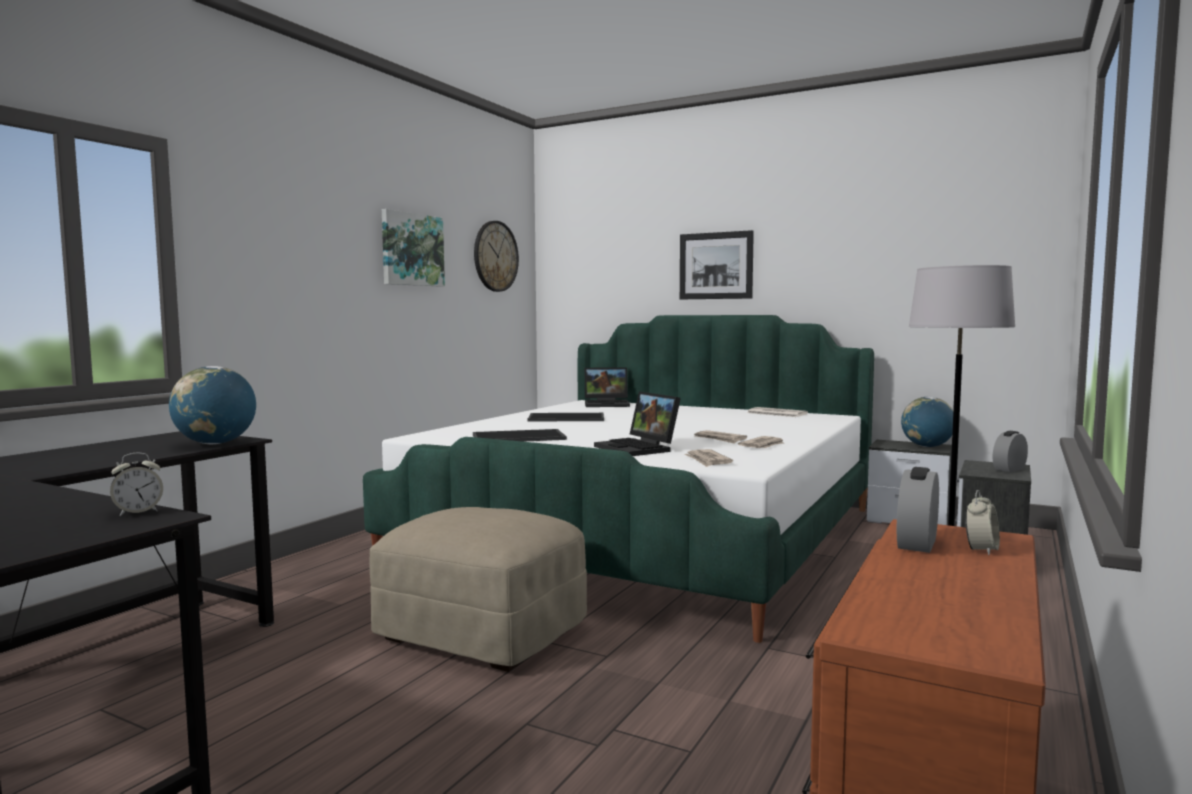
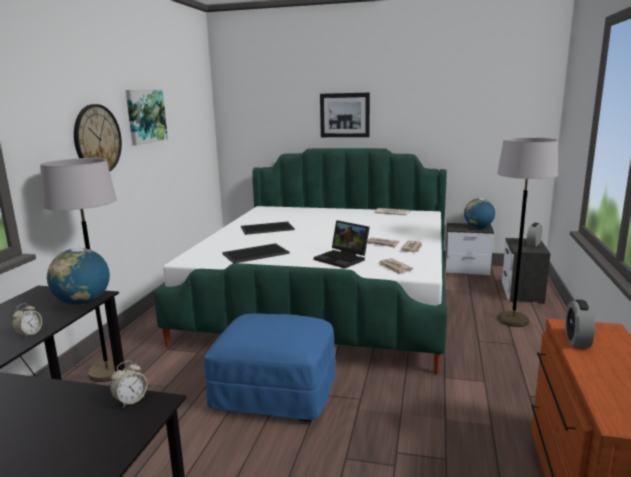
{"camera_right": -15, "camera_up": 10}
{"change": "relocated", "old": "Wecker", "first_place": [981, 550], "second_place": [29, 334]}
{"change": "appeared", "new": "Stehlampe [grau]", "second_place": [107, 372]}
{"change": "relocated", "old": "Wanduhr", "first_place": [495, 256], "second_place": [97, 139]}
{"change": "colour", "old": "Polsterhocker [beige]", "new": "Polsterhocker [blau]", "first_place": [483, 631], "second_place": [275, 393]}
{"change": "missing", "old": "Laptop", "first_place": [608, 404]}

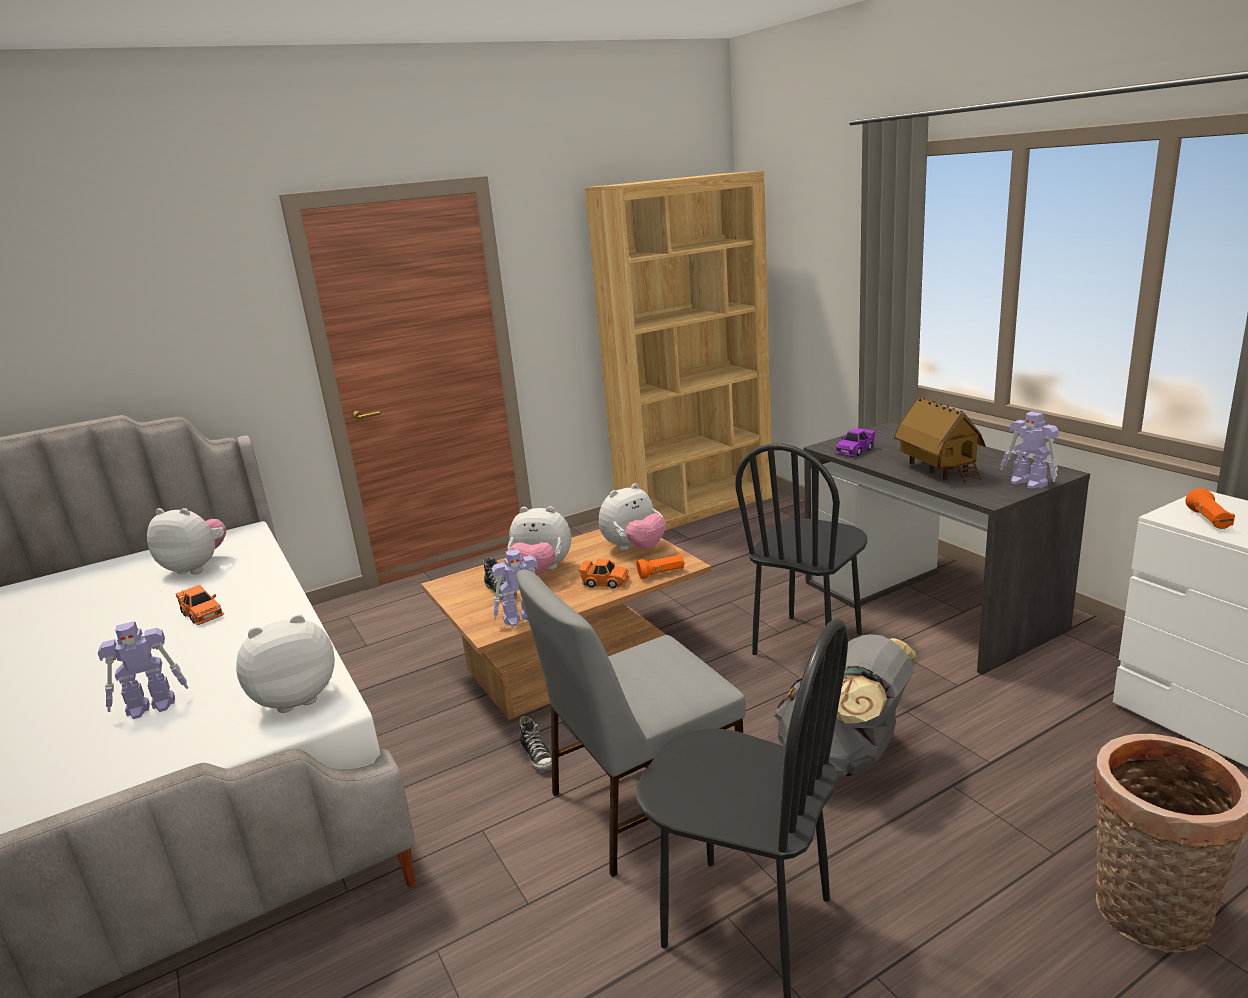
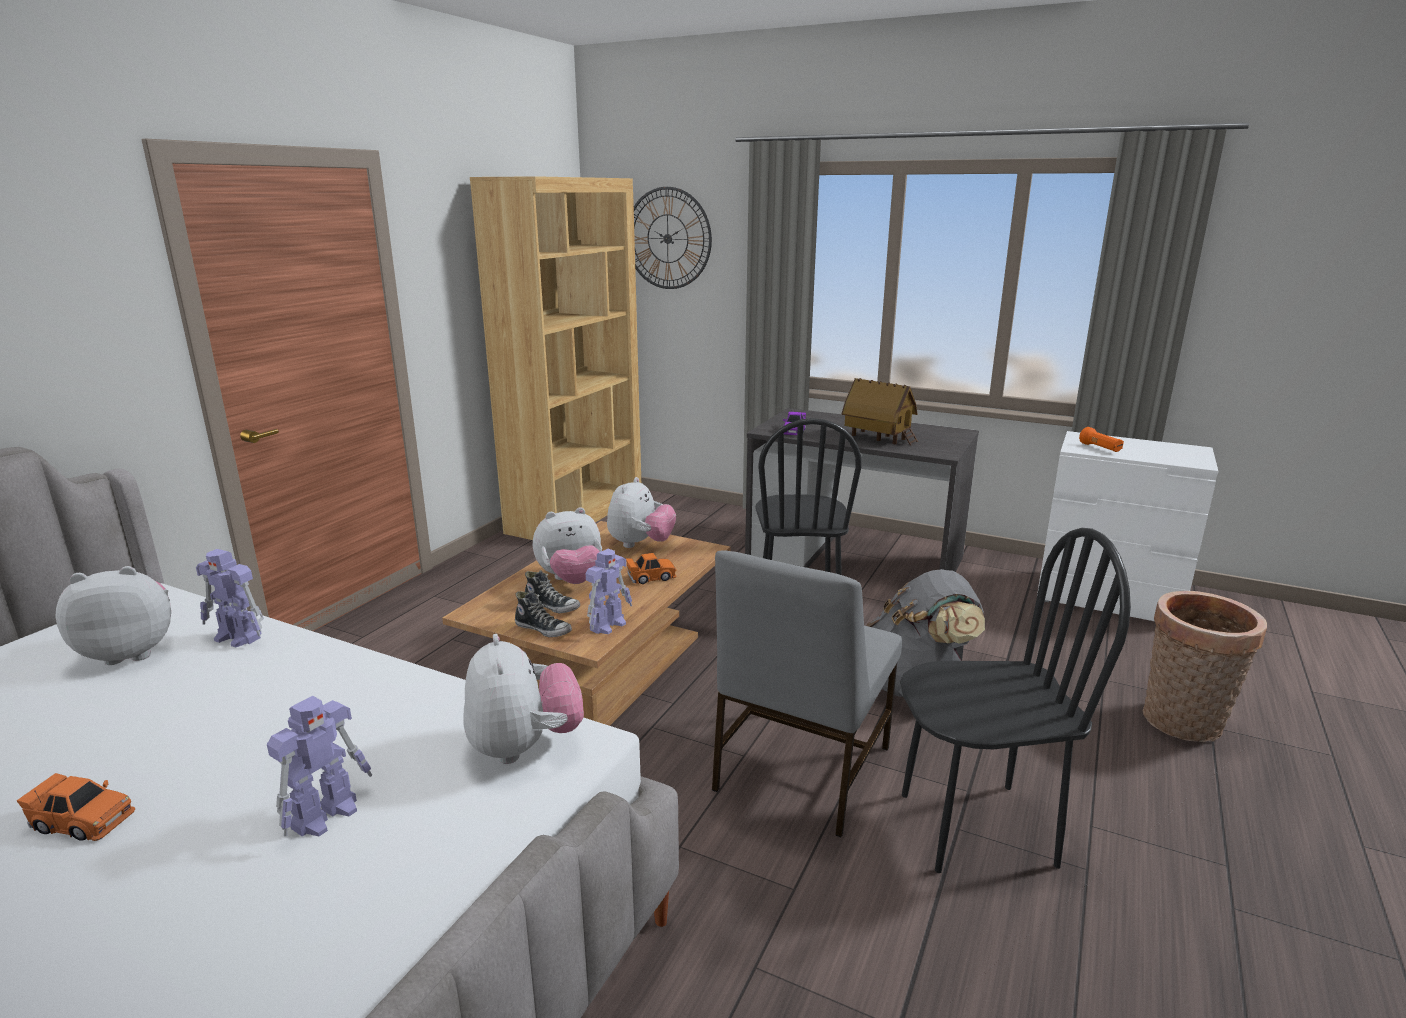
{"camera_right": -35, "camera_up": 0}
{"change": "relocated", "old": "Spielzeugauto [orange]", "first_place": [202, 614], "second_place": [83, 821]}
{"change": "relocated", "old": "Spielzeugroboter", "first_place": [1029, 483], "second_place": [239, 637]}
{"change": "spun", "old": "Plüschtier", "first_place": [295, 698], "second_place": [524, 746], "degrees": 135}
{"change": "relocated", "old": "Schuh", "first_place": [538, 757], "second_place": [543, 629]}
{"change": "appeared", "new": "Wanduhr", "second_place": [667, 238]}
{"change": "missing", "old": "Taschenlampe [orange]", "first_place": [661, 573]}

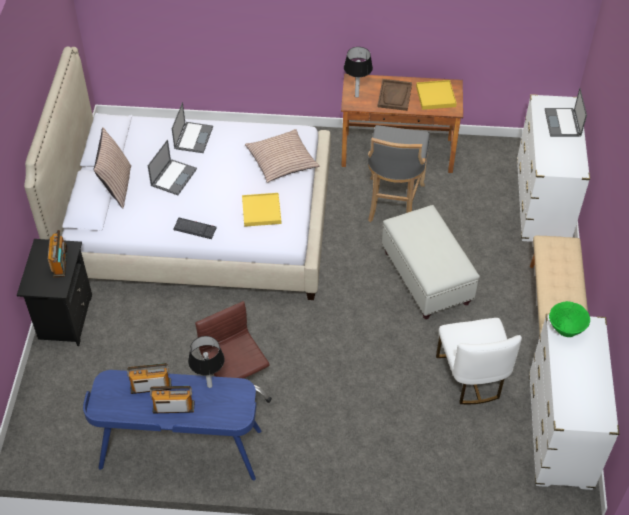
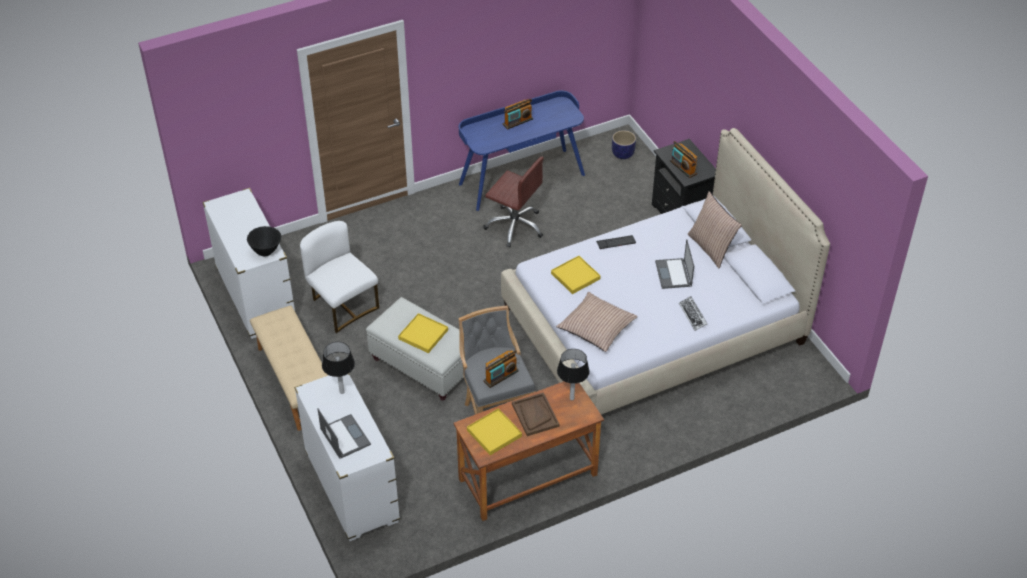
{"camera_right": 150, "camera_up": -5}
{"change": "colour", "old": "Schüssel [grün]", "new": "Schüssel [schwarz]", "first_place": [565, 330], "second_place": [266, 251]}
{"change": "relocated", "old": "Tischlampe", "first_place": [209, 386], "second_place": [342, 391]}
{"change": "appeared", "new": "Tablett [gelb]", "second_place": [423, 334]}
{"change": "relocated", "old": "Radio", "first_place": [151, 386], "second_place": [501, 376]}
{"change": "appeared", "new": "Pflanzkübel", "second_place": [623, 154]}
{"change": "exchanged", "old": "Laptop", "new": "Tastatur", "first_place": [193, 137], "second_place": [693, 315]}

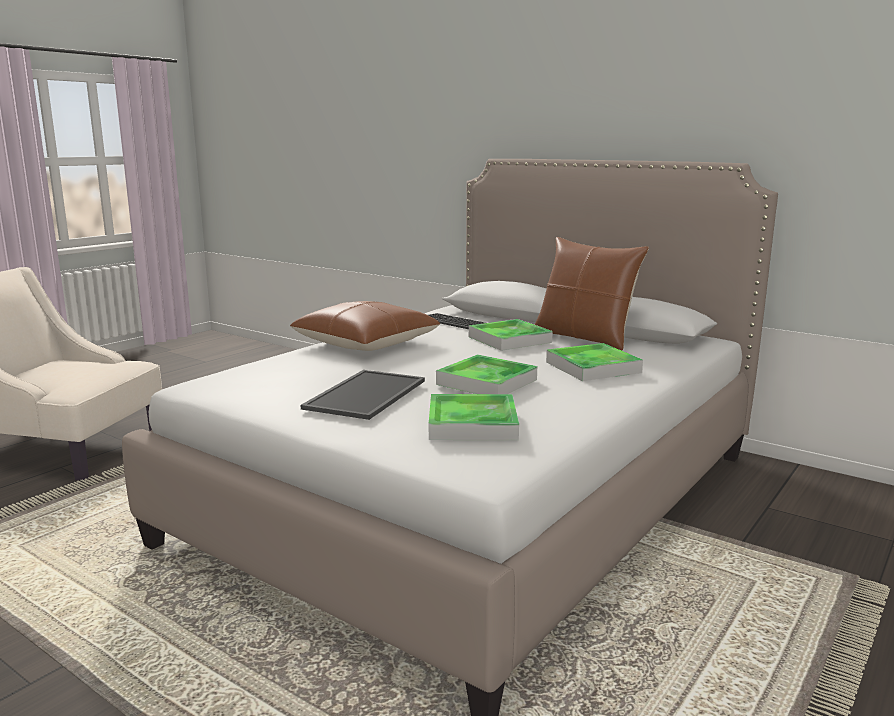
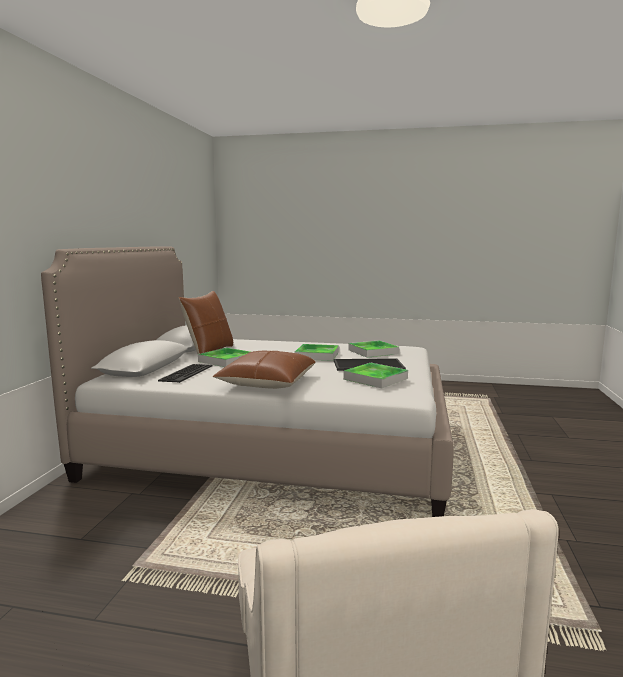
{"camera_right": -115, "camera_up": -5}
{"change": "relocated", "old": "Tablett", "first_place": [593, 367], "second_place": [375, 379]}

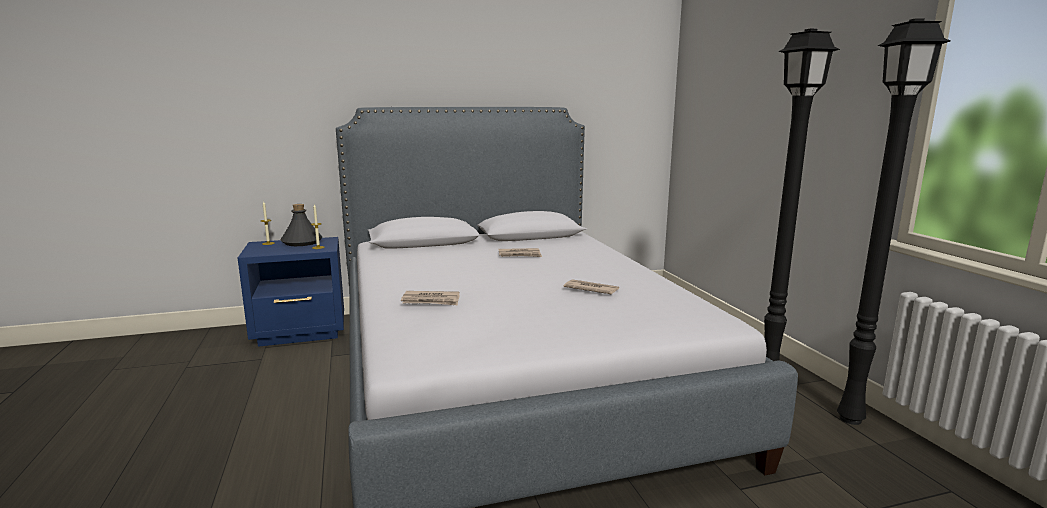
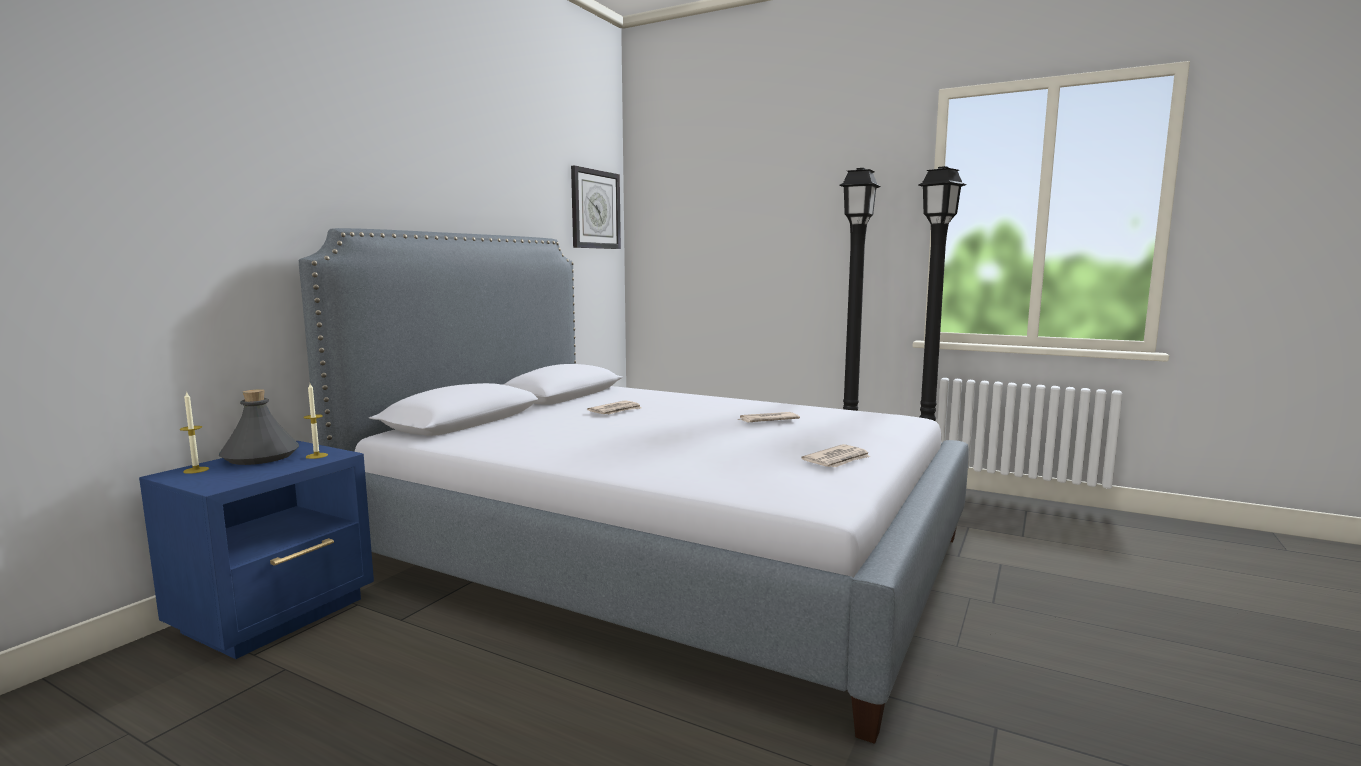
{"camera_right": -45, "camera_up": -5}
{"change": "appeared", "new": "Wanduhr", "second_place": [595, 209]}
{"change": "relocated", "old": "Zeitung", "first_place": [431, 301], "second_place": [838, 460]}

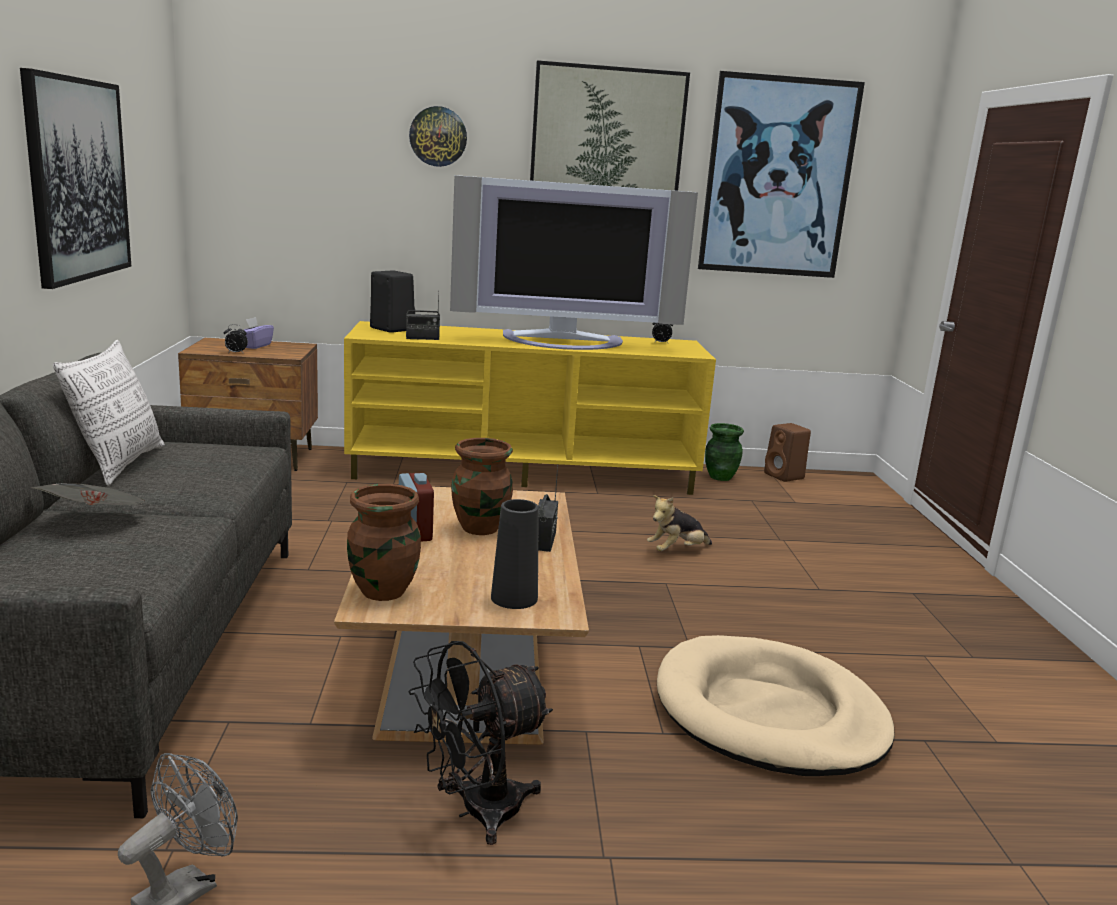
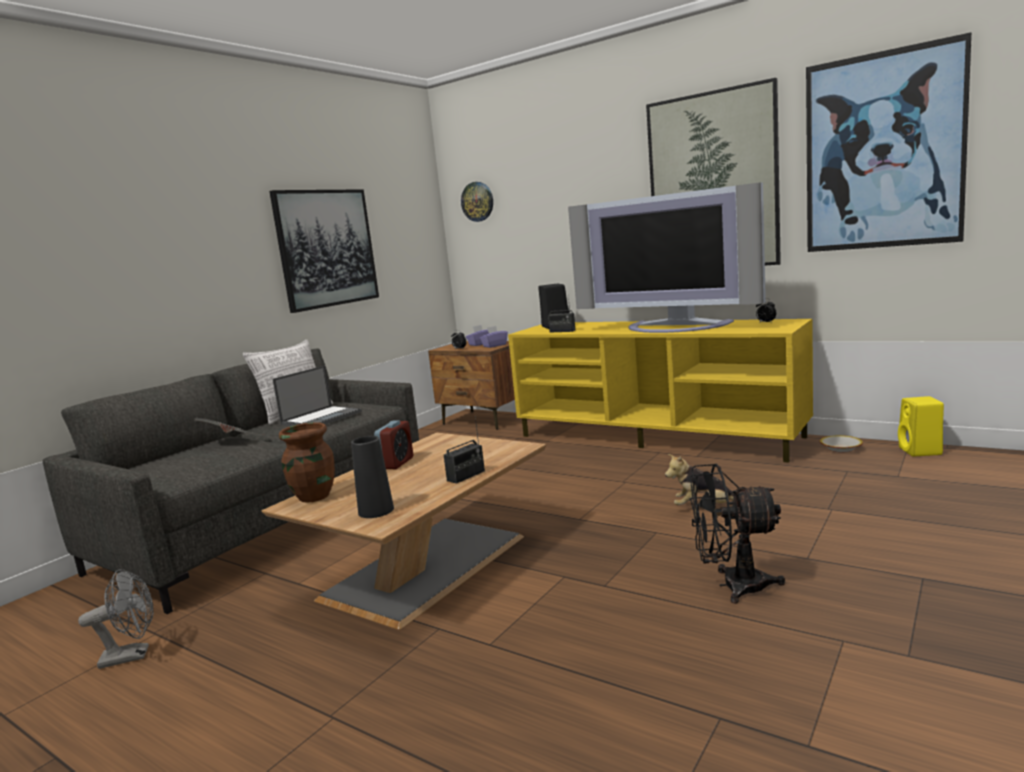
{"camera_right": 40, "camera_up": -5}
{"change": "appeared", "new": "Laptop", "second_place": [322, 418]}
{"change": "relocated", "old": "Wanduhr", "first_place": [438, 136], "second_place": [477, 201]}
{"change": "appeared", "new": "Taschentuchbox [lila]", "second_place": [494, 345]}
{"change": "relocated", "old": "Ventilator [schwarz]", "first_place": [476, 811], "second_place": [732, 585]}
{"change": "exchanged", "old": "Vase [grün]", "new": "Schüssel", "first_place": [720, 477], "second_place": [841, 449]}
{"change": "colour", "old": "Lautsprecher [braun]", "new": "Lautsprecher [gelb]", "first_place": [785, 476], "second_place": [921, 451]}
{"change": "missing", "old": "Vase [braun]", "first_place": [480, 528]}
{"change": "missing", "old": "Hundebett [beige]", "first_place": [769, 714]}

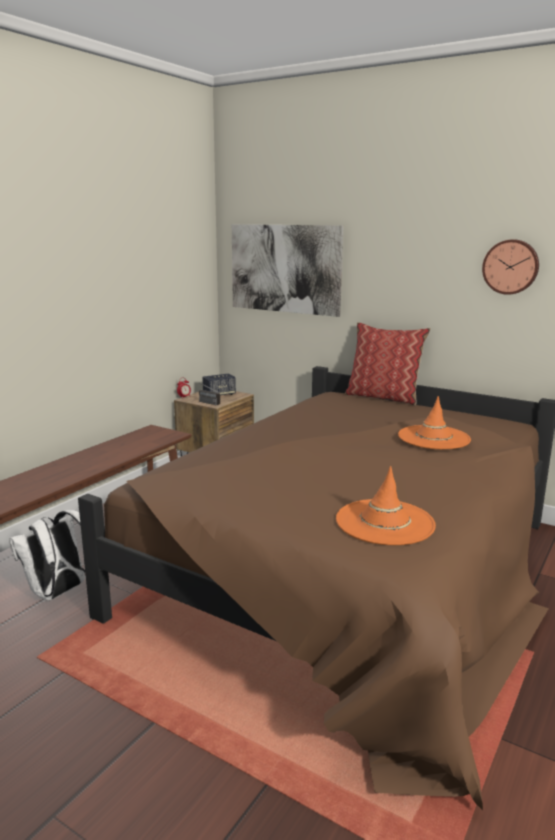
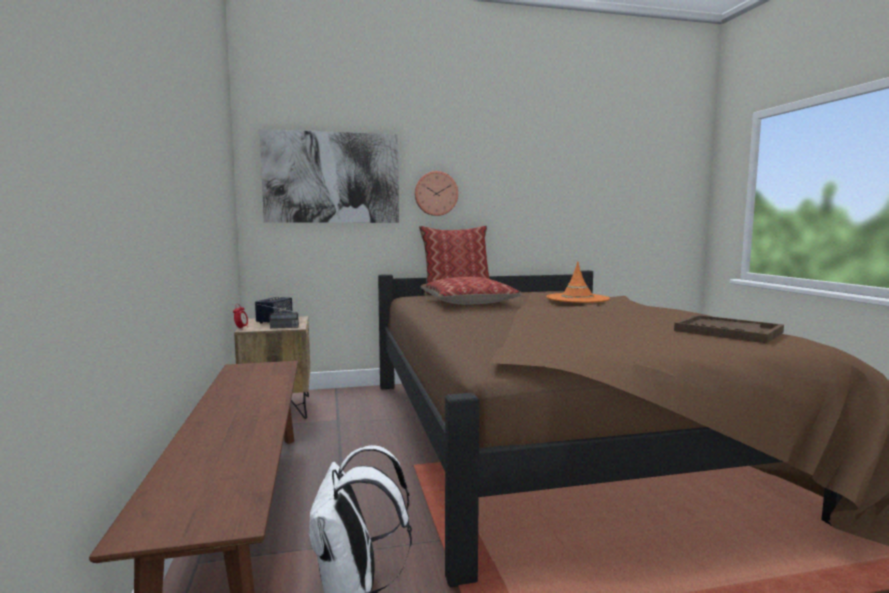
{"camera_right": -45, "camera_up": -10}
{"change": "relocated", "old": "Wanduhr", "first_place": [511, 267], "second_place": [435, 193]}
{"change": "appeared", "new": "Kissen", "second_place": [468, 302]}
{"change": "exchanged", "old": "Hut [orange]", "new": "Tablett [braun]", "first_place": [384, 522], "second_place": [727, 331]}

